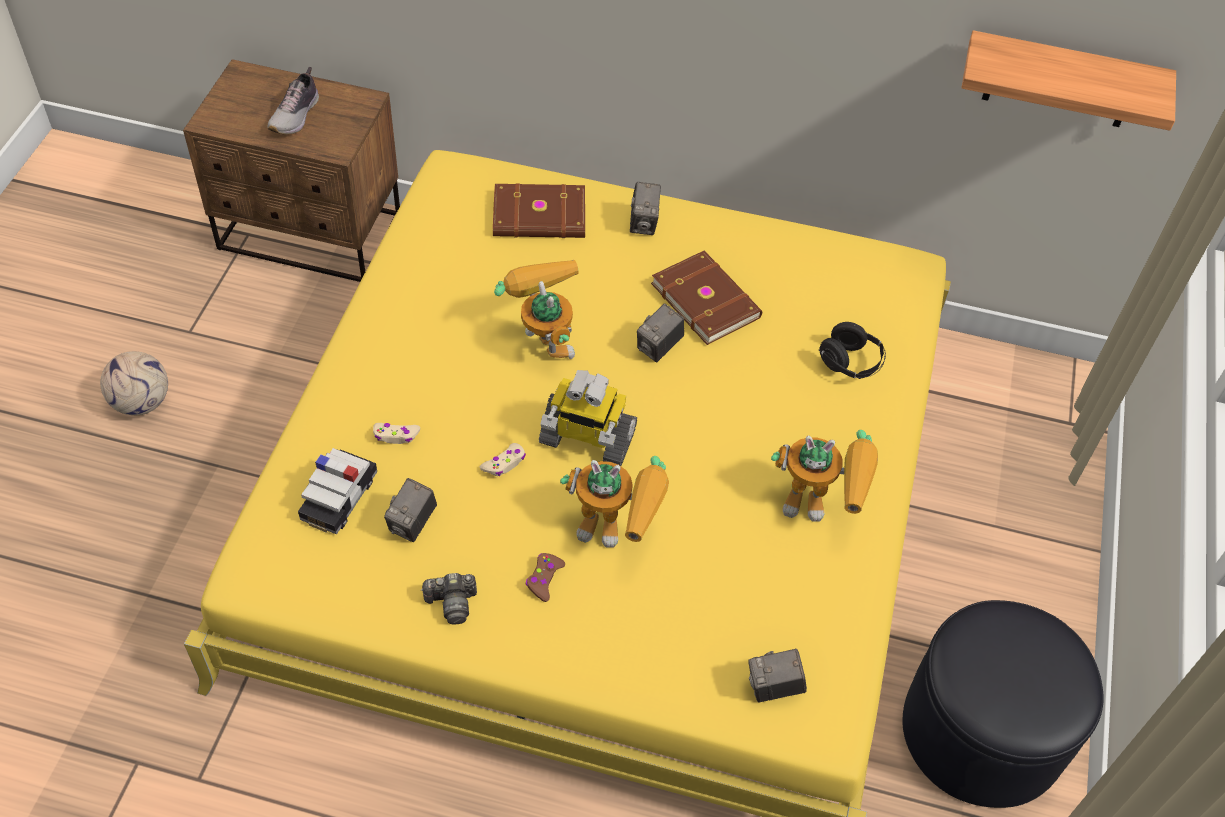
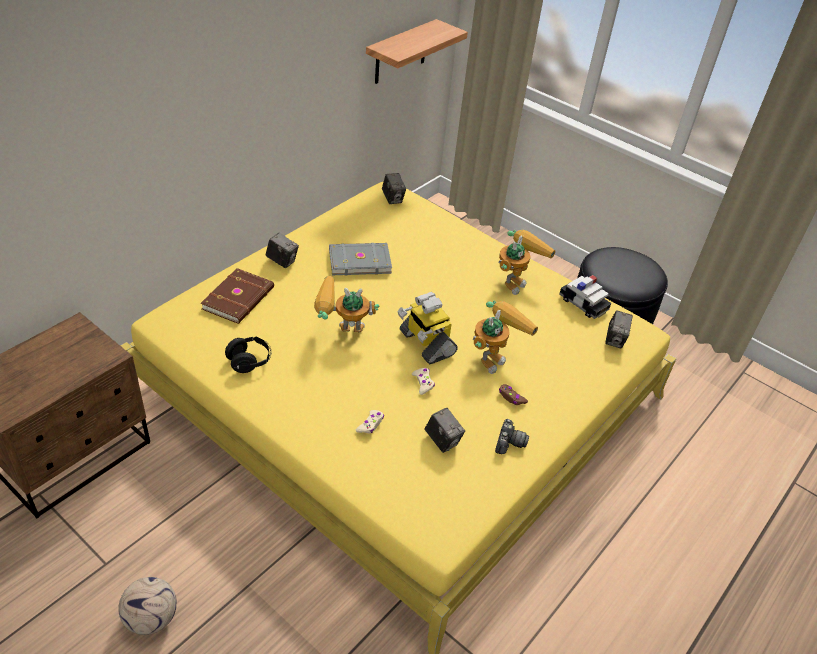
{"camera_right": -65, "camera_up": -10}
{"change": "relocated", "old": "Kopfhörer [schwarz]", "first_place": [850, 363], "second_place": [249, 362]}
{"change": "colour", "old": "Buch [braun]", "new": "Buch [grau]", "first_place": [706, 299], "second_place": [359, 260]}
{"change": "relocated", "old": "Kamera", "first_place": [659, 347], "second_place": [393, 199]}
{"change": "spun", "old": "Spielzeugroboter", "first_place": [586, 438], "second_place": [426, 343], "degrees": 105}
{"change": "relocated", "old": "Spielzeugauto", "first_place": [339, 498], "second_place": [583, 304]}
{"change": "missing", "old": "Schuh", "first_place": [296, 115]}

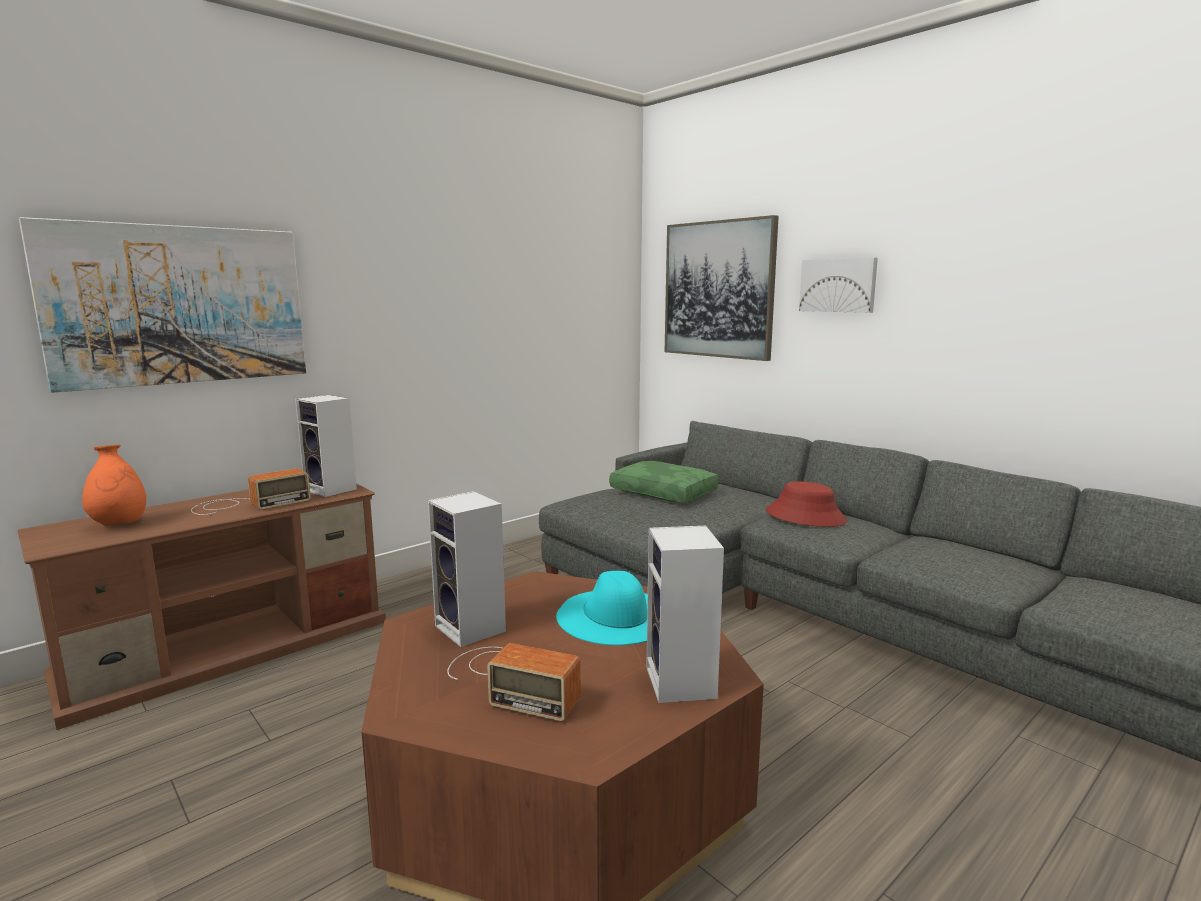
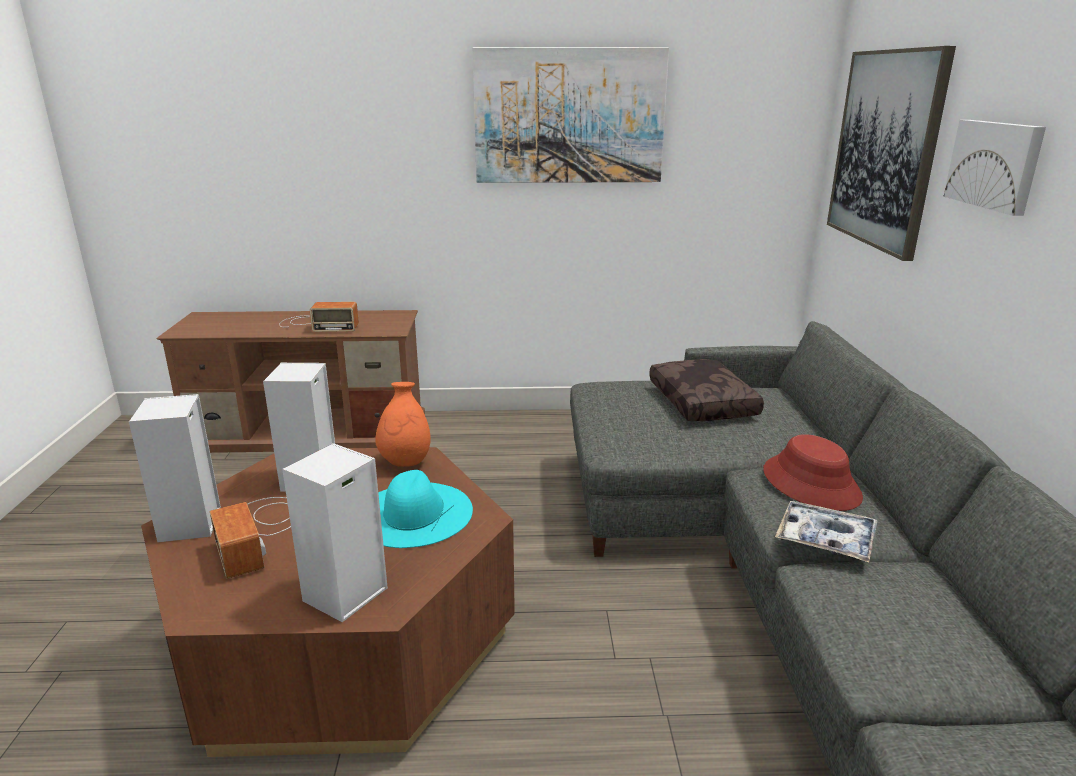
{"camera_right": 40, "camera_up": 10}
{"change": "relocated", "old": "Lautsprecher", "first_place": [332, 490], "second_place": [191, 525]}
{"change": "relocated", "old": "Vase [orange]", "first_place": [119, 525], "second_place": [405, 462]}
{"change": "relocated", "old": "Bild", "first_place": [179, 305], "second_place": [569, 116]}
{"change": "colour", "old": "Kissen [grün]", "new": "Kissen [braun]", "first_place": [665, 493], "second_place": [704, 403]}
{"change": "appeared", "new": "Tablett", "second_place": [825, 539]}

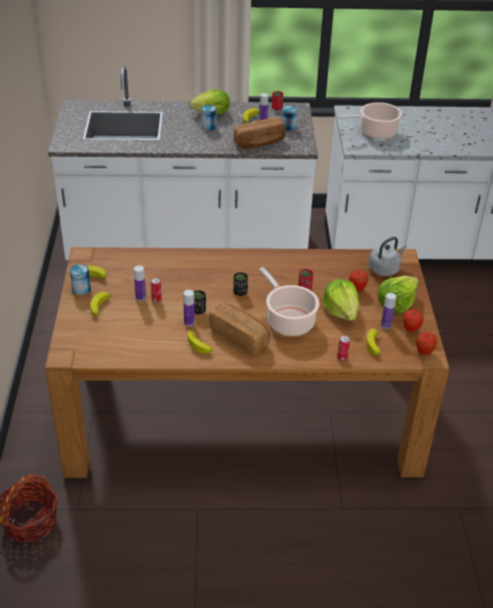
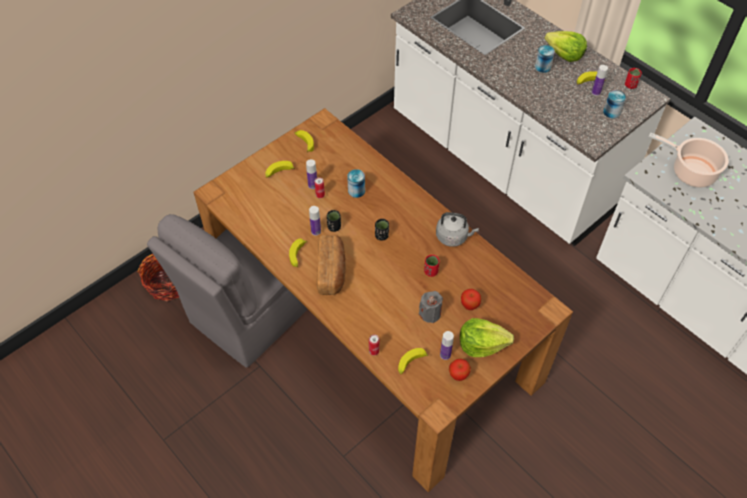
{"camera_right": 50, "camera_up": 15}
{"change": "appeared", "new": "Stuhl [grau]", "second_place": [252, 311]}
{"change": "relocated", "old": "Dose", "first_place": [81, 289], "second_place": [356, 190]}
{"change": "exchanged", "old": "Salatkopf", "new": "Kerze [grau]", "first_place": [341, 311], "second_place": [430, 313]}
{"change": "relocated", "old": "Wasserkessel [grau]", "first_place": [385, 269], "second_place": [453, 237]}
{"change": "missing", "old": "Brot", "first_place": [259, 143]}
{"change": "missing", "old": "Kochtopf", "first_place": [288, 320]}
{"change": "missing", "old": "Apfel", "first_place": [424, 352]}

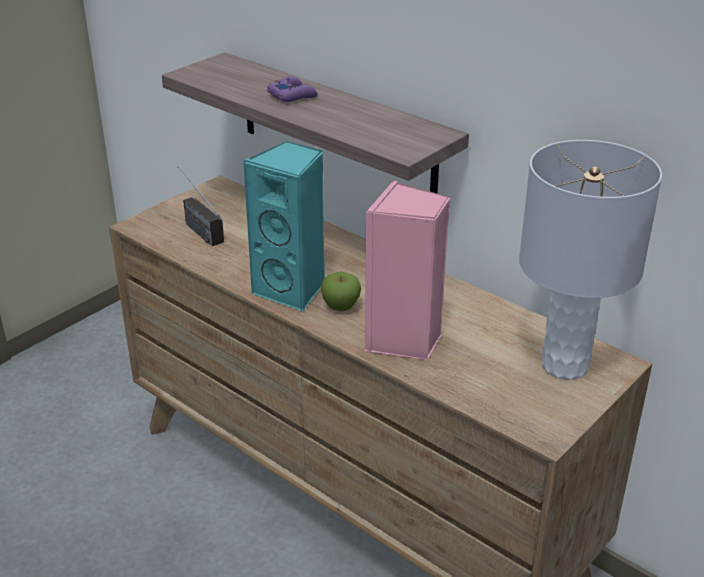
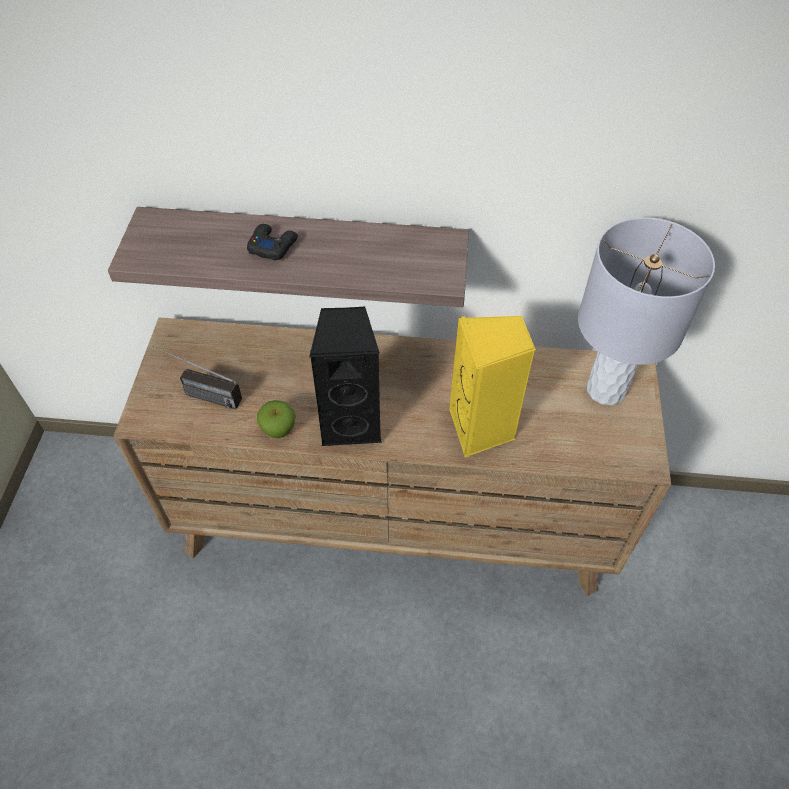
{"camera_right": -35, "camera_up": 20}
{"change": "colour", "old": "Gamepad [lila]", "new": "Gamepad [schwarz]", "first_place": [292, 96], "second_place": [272, 246]}
{"change": "relocated", "old": "Apfel", "first_place": [340, 307], "second_place": [278, 430]}
{"change": "colour", "old": "Lautsprecher [türkis]", "new": "Lautsprecher [schwarz]", "first_place": [293, 290], "second_place": [351, 423]}
{"change": "colour", "old": "Lautsprecher [rosa]", "new": "Lautsprecher [gelb]", "first_place": [404, 341], "second_place": [482, 429]}

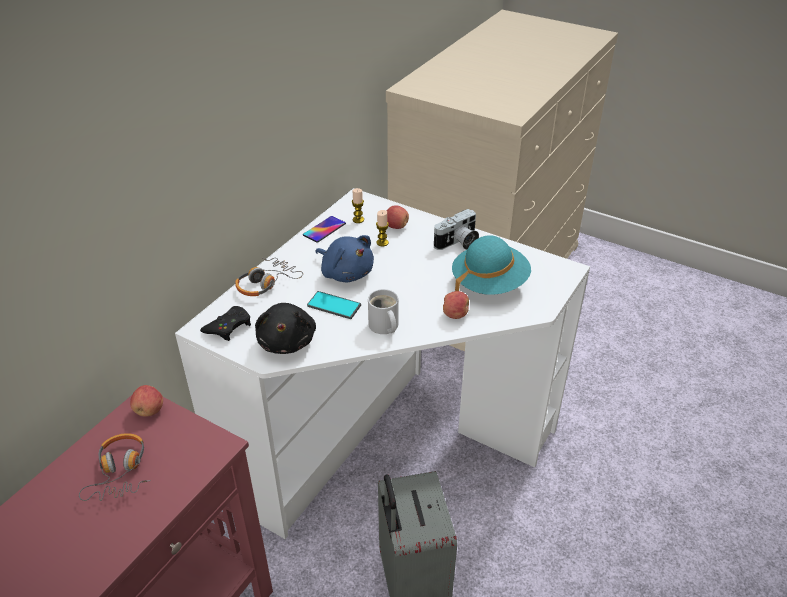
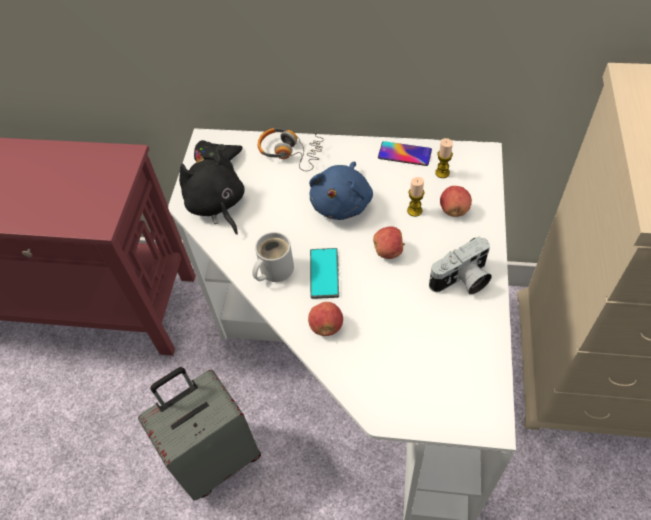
{"camera_right": 70, "camera_up": 15}
{"change": "spun", "old": "Plüschtier [schwarz]", "first_place": [287, 341], "second_place": [217, 205], "degrees": 90}
{"change": "relocated", "old": "Handy", "first_place": [334, 305], "second_place": [324, 273]}
{"change": "relocated", "old": "Apfel", "first_place": [149, 410], "second_place": [388, 251]}
{"change": "spun", "old": "Kamera", "first_place": [458, 243], "second_place": [462, 281], "degrees": -60}
{"change": "missing", "old": "Kopfhörer", "first_place": [120, 472]}
{"change": "missing", "old": "Hut [türkis]", "first_place": [489, 283]}

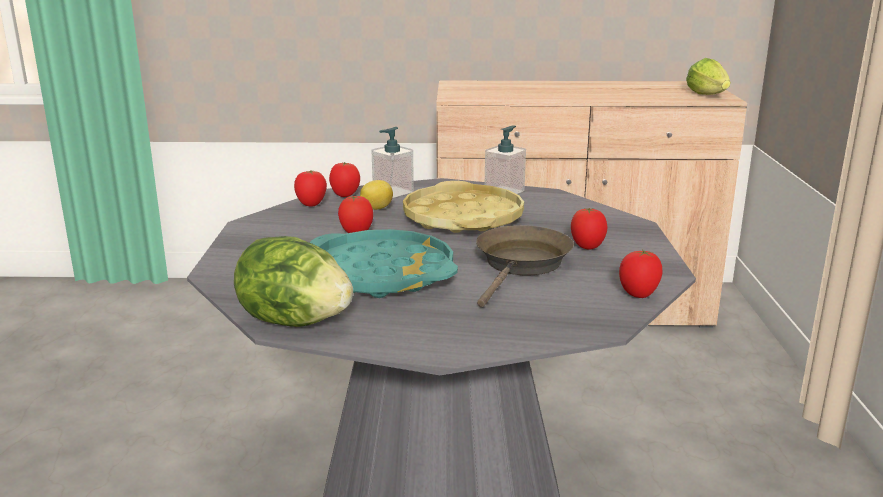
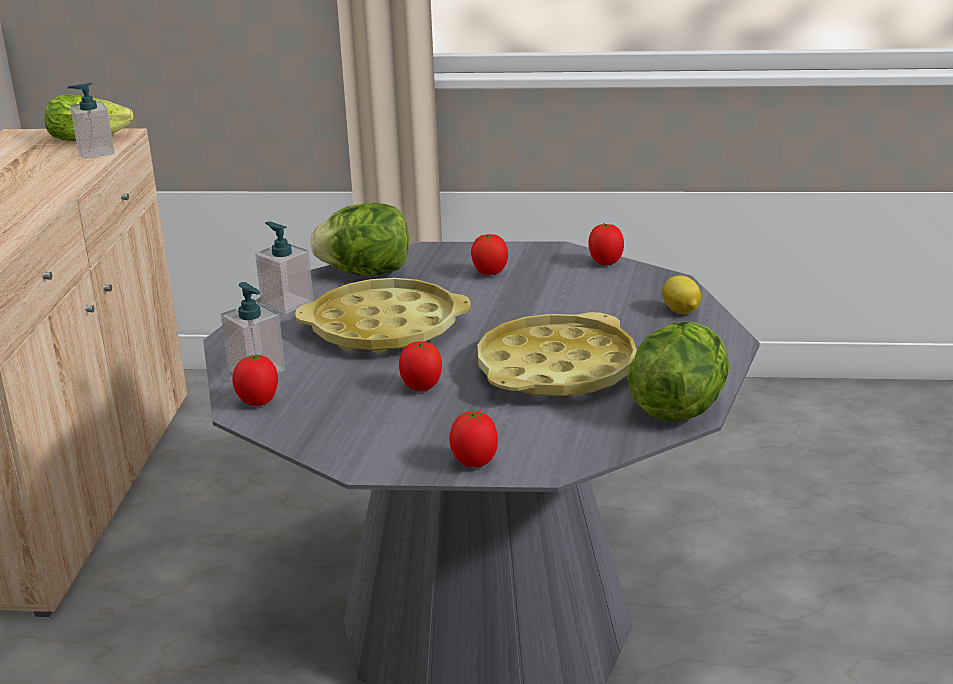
{"camera_right": -85, "camera_up": 5}
{"change": "appeared", "new": "Seifenspender", "second_place": [95, 152]}
{"change": "appeared", "new": "Salatkopf", "second_place": [366, 273]}
{"change": "relocated", "old": "Tomate", "first_place": [311, 205], "second_place": [475, 463]}
{"change": "colour", "old": "Tablett [türkis]", "new": "Tablett [gelb]", "first_place": [381, 274], "second_place": [556, 369]}
{"change": "relocated", "old": "Zitrone", "first_place": [375, 208], "second_place": [681, 312]}
{"change": "missing", "old": "Pfanne [braun]", "first_place": [521, 265]}

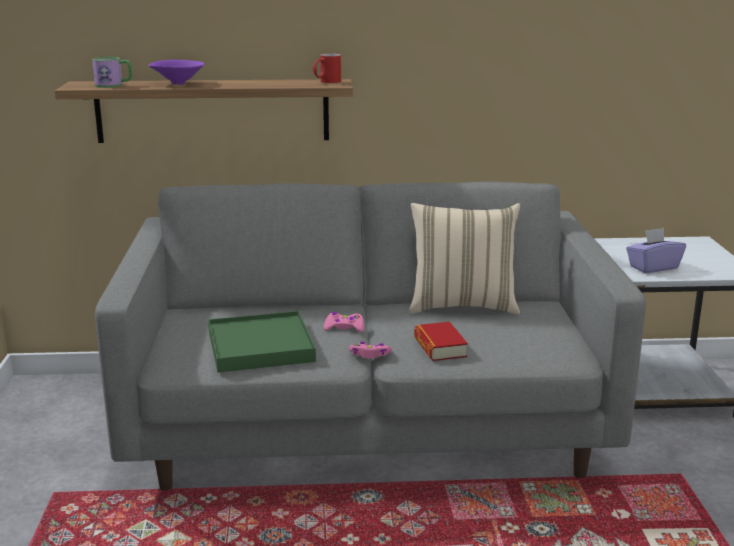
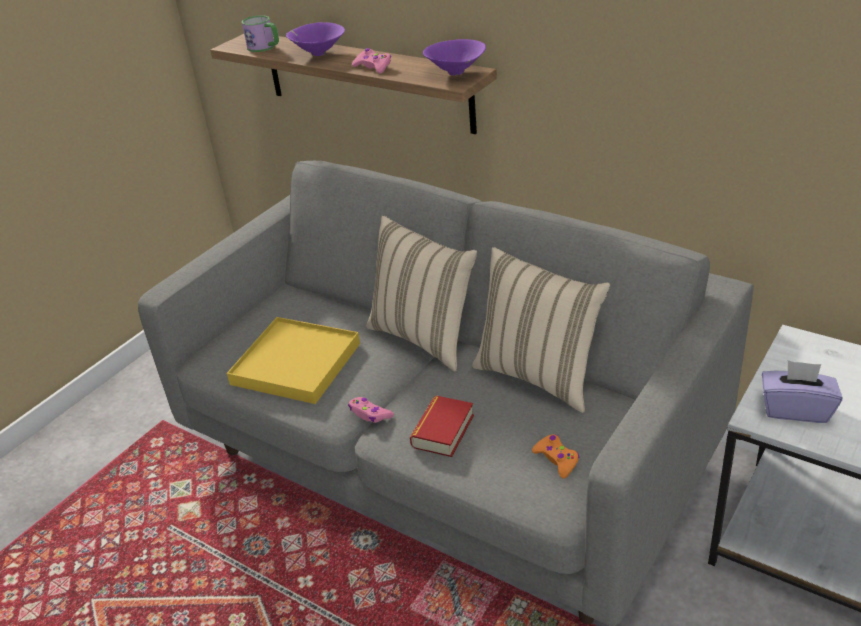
{"camera_right": 40, "camera_up": 15}
{"change": "colour", "old": "Tablett [grün]", "new": "Tablett [gelb]", "first_place": [260, 346], "second_place": [296, 363]}
{"change": "relocated", "old": "Gamepad [rosa]", "first_place": [344, 327], "second_place": [373, 67]}
{"change": "appeared", "new": "Kissen [beige]", "second_place": [424, 337]}
{"change": "exchanged", "old": "Henkelbecher [rot]", "new": "Schüssel [lila]", "first_place": [326, 82], "second_place": [456, 73]}
{"change": "appeared", "new": "Gamepad [orange]", "second_place": [557, 459]}

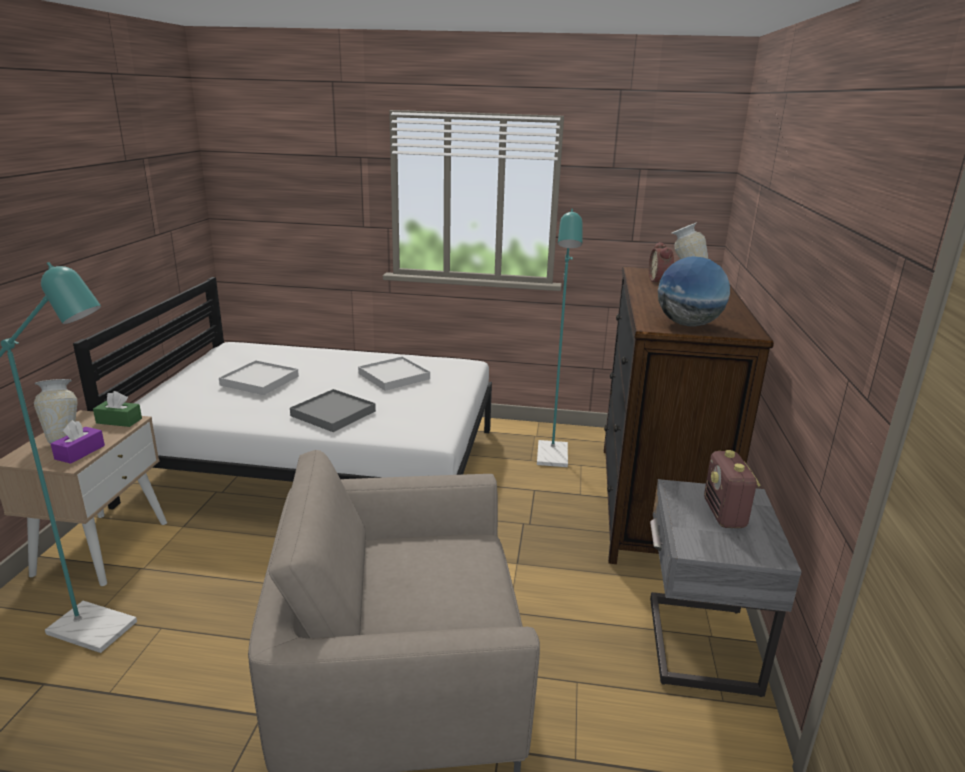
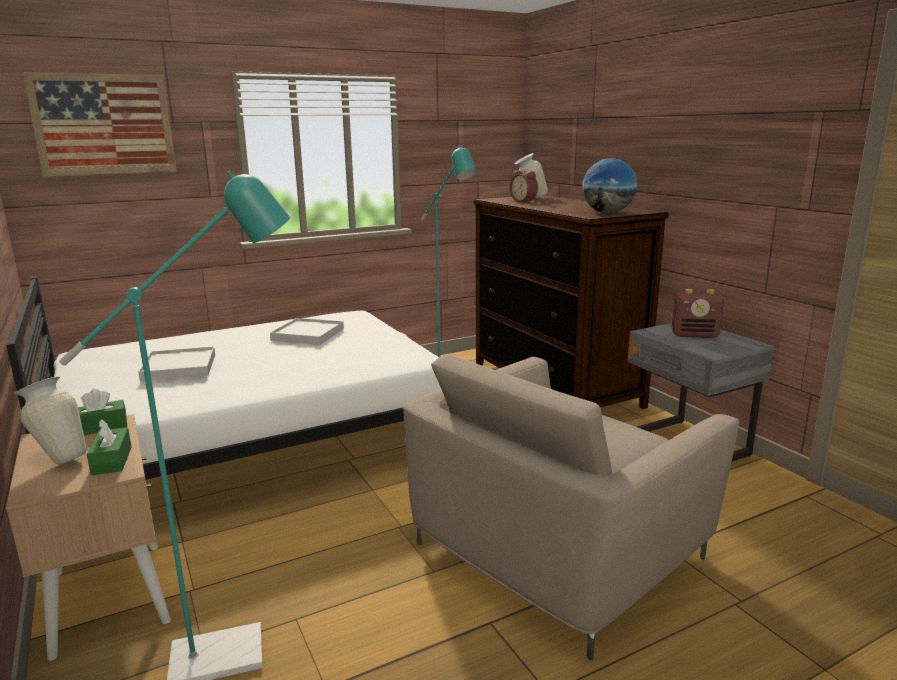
{"camera_right": -35, "camera_up": -5}
{"change": "appeared", "new": "Bild", "second_place": [104, 125]}
{"change": "colour", "old": "Taschentuchbox [lila]", "new": "Taschentuchbox [grün]", "first_place": [80, 452], "second_place": [112, 460]}
{"change": "spun", "old": "Radio", "first_place": [724, 514], "second_place": [695, 335], "degrees": -45}
{"change": "missing", "old": "Tablett [grau]", "first_place": [333, 413]}

